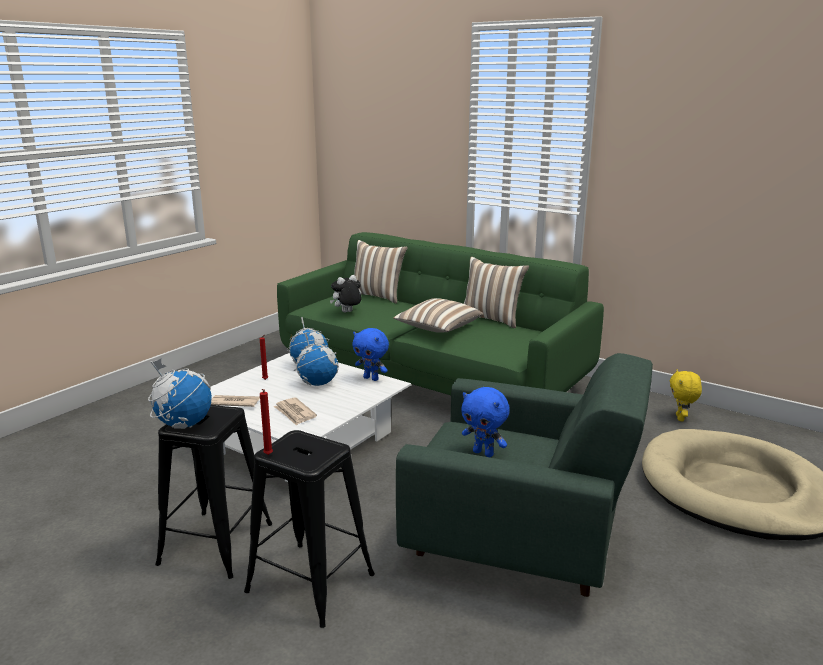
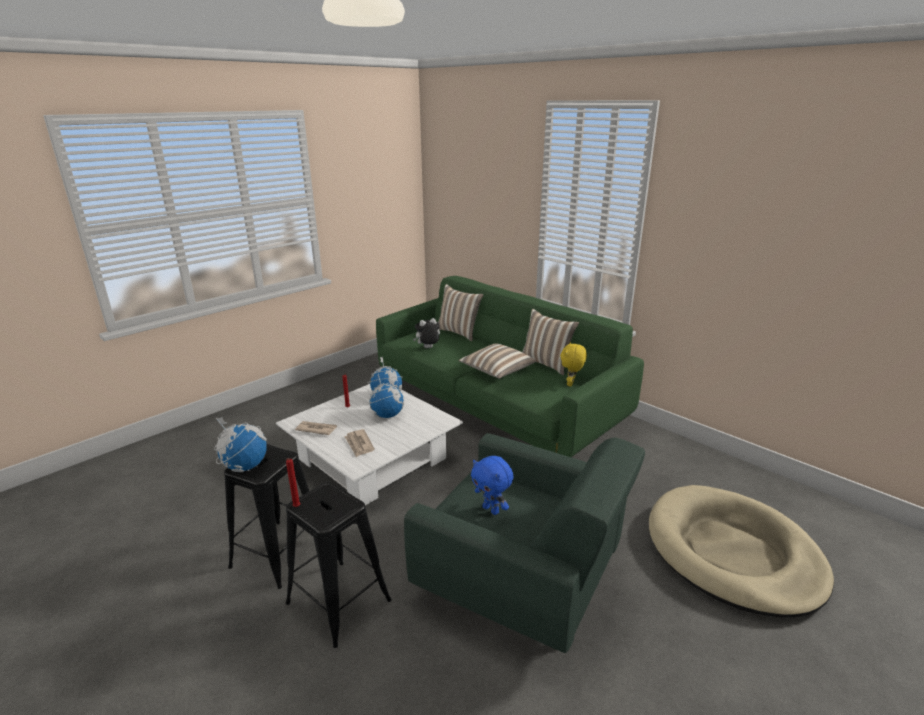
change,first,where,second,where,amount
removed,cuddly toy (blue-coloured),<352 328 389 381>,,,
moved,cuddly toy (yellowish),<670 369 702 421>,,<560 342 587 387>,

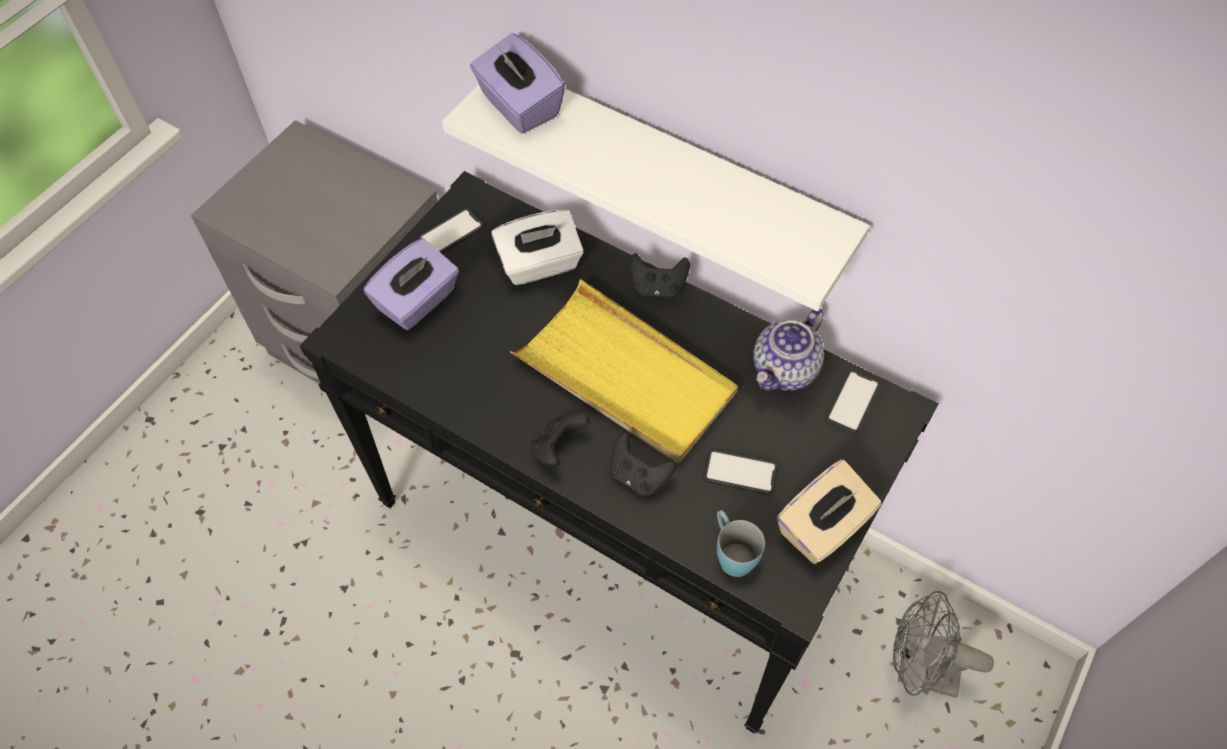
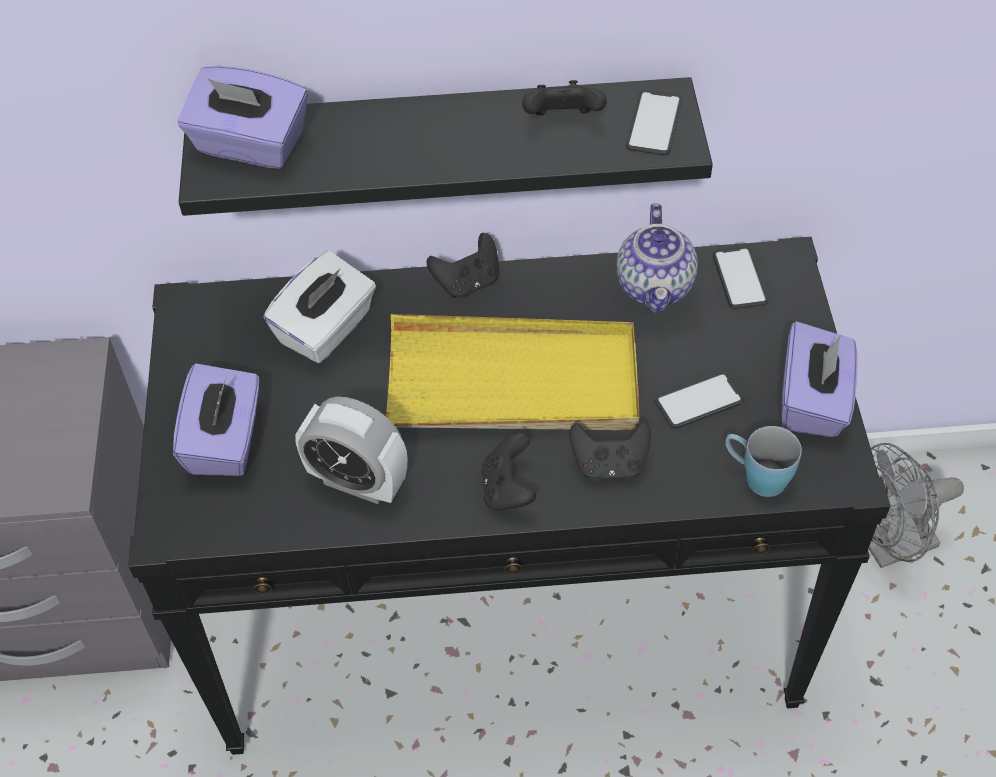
change,first,where,second,where,amount
added,,,table clock,<295 397 407 504>,
added,,,game controller (blackish),<522 80 607 116>,
moved,handset,<419 208 484 253>,,<626 90 683 155>,
recoloured,shelf (white-coloured),<442 84 870 311>,shelf (blackish),<179 77 713 216>,
recoloured,box of tissues (beige-coloured),<777 460 881 564>,box of tissues (purple),<781 321 858 437>,

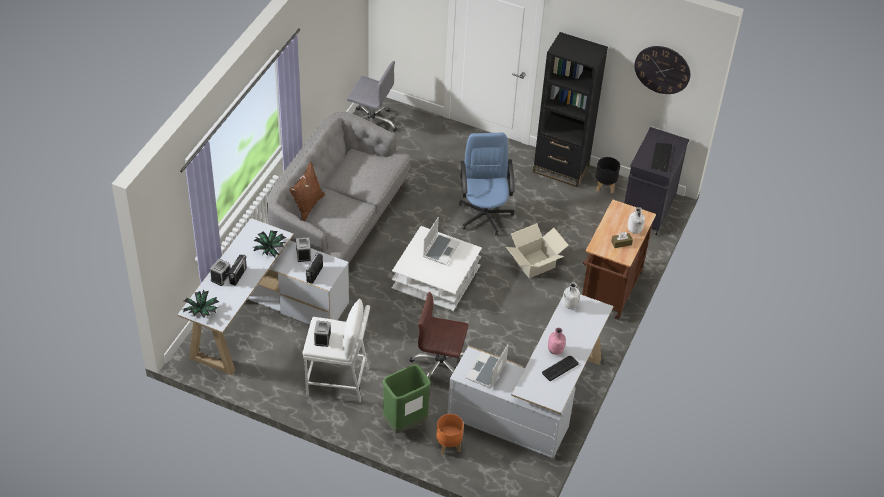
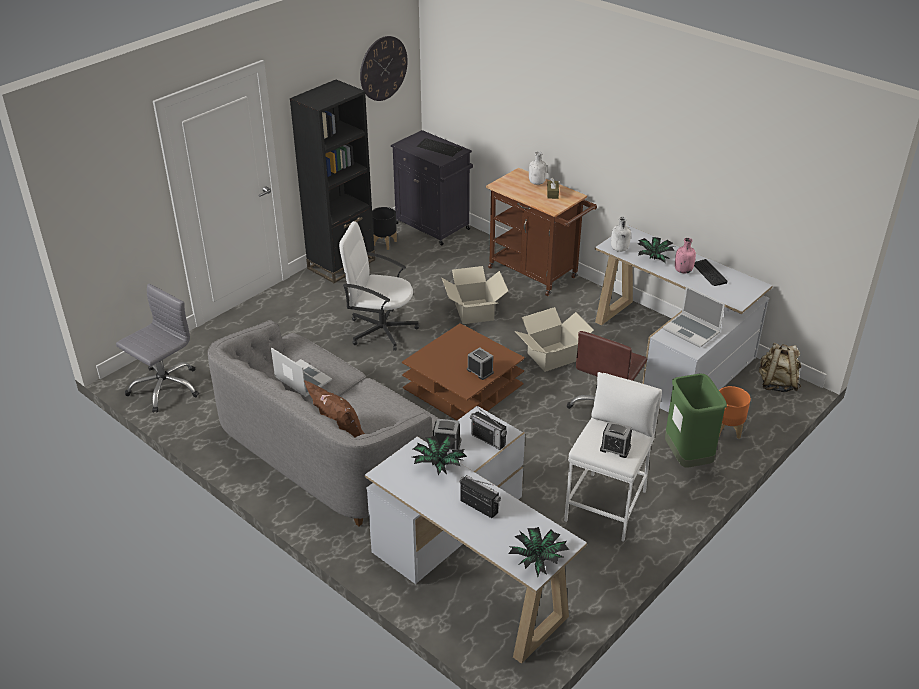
change,first,where,second,where,amount
added,,,packing box,<515 307 594 372>,
added,,,plant in a pot,<637 237 676 263>,
added,,,backpack (beige-coloured),<759 343 801 392>,
moved,table clock,<210 259 231 286>,,<467 347 494 380>,
moved,notebook computer,<423 217 460 265>,,<271 347 332 397>,
recoloured,lounge table (white-coloured),<392 226 482 311>,lounge table (brownish),<402 323 525 420>,
recoloured,desk chair (blue-coloured),<459 133 515 235>,desk chair (white-coloured),<339 221 419 350>,

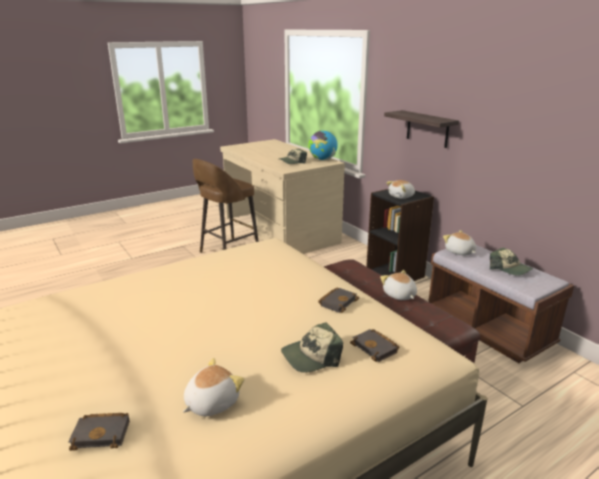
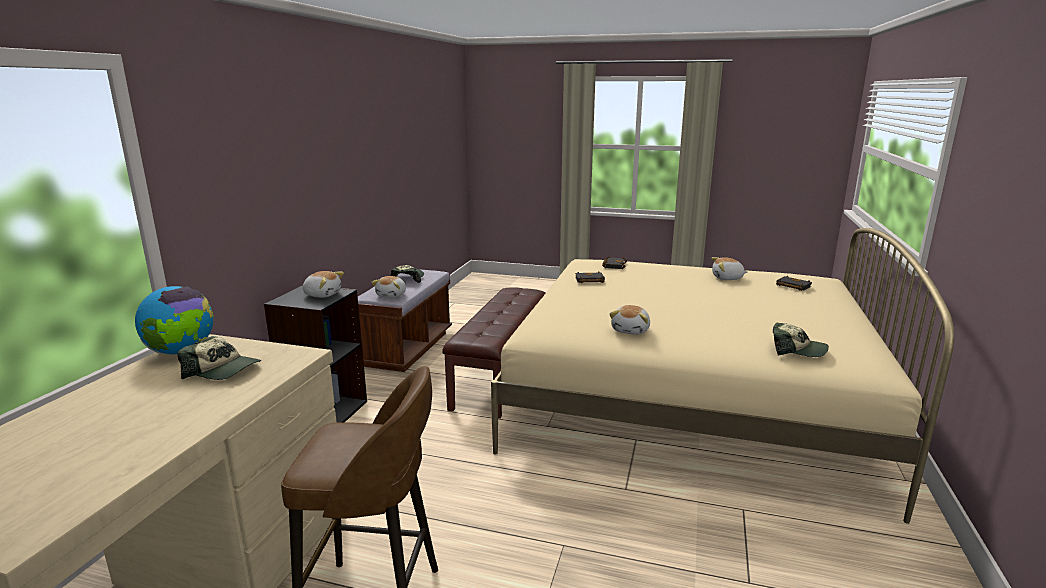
change,first,where,second,where,amount
removed,shelf,<384 110 459 148>,,,
moved,peaked cap,<281 322 343 373>,,<773 322 829 357>,
moved,cuddly toy,<380 270 417 300>,,<609 305 650 335>,

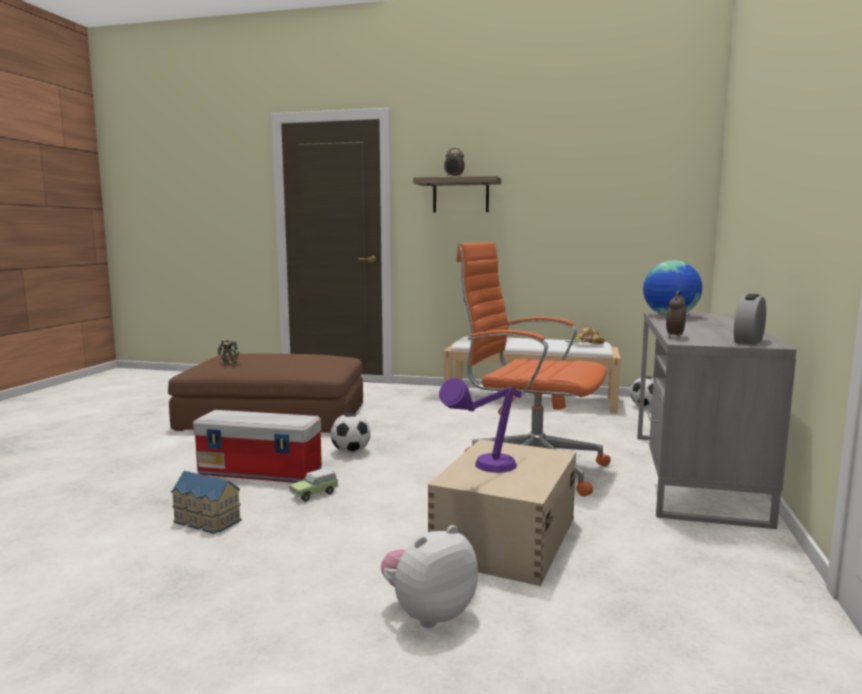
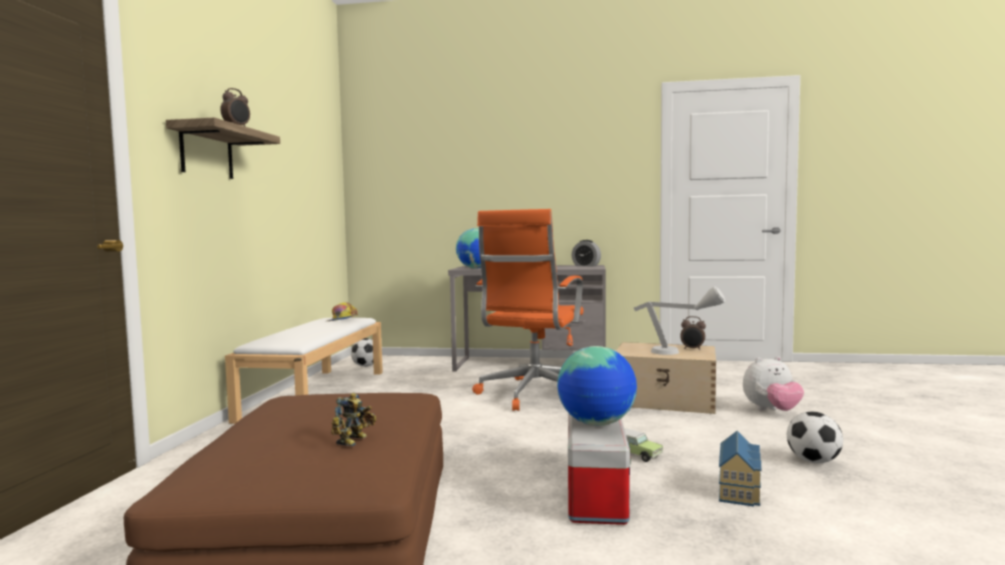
change,first,where,second,where,amount
added,,,world globe,<557 346 637 426>,
moved,ball for football,<330 413 371 453>,,<787 412 843 463>,
moved,table clock,<666 291 686 338>,,<680 316 706 350>,
recoloured,lamp for a table (purple),<439 378 522 473>,lamp for a table (grey),<634 286 725 355>,
turned,cuddly toy,<381 525 478 628>,,<743 356 804 411>,60 degrees counterclockwise

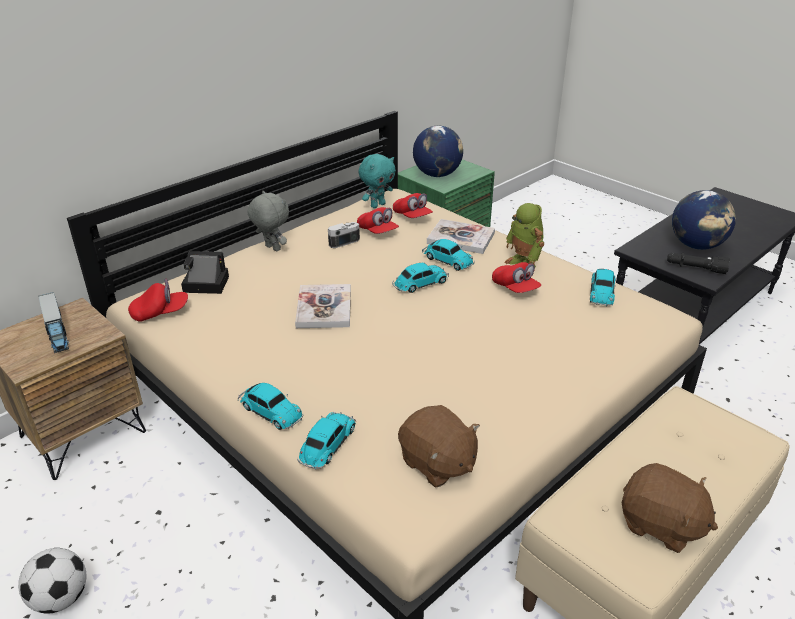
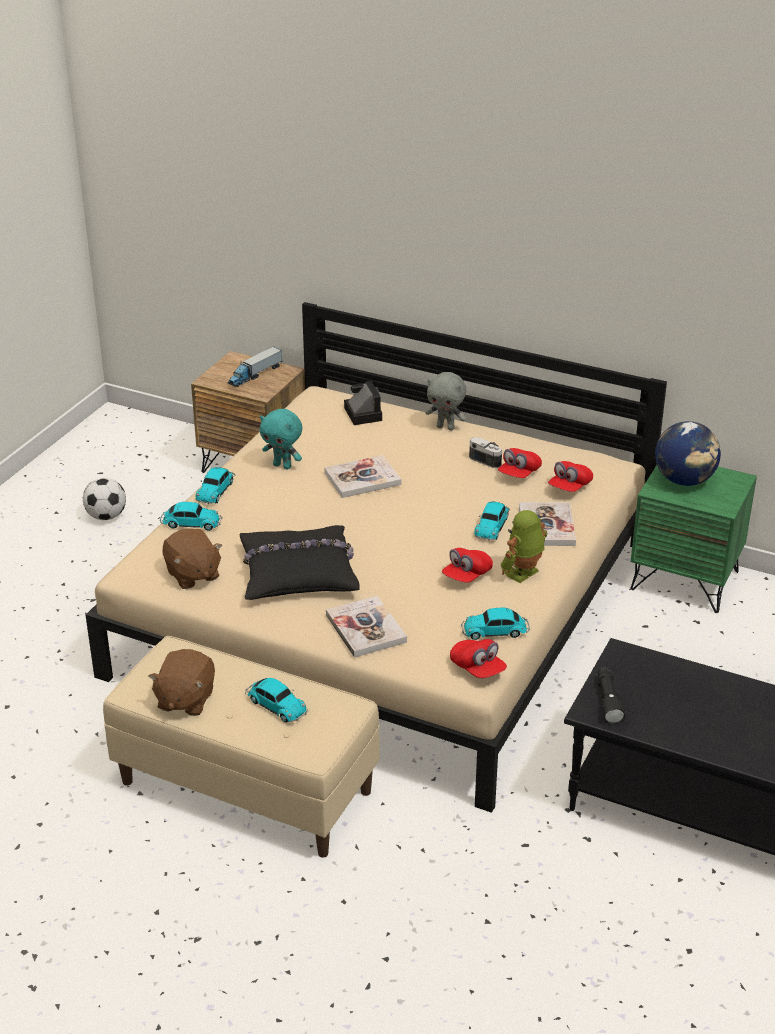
change,first,where,second,where,amount
removed,world globe,<672 190 736 250>,,,
added,,,cushion (blackish),<239 525 360 600>,
added,,,bound book,<326 596 407 658>,
moved,peaked cap (reddish),<128 279 188 322>,,<450 639 507 678>,
moved,cuddly toy (blue-green),<359 154 396 208>,,<260 409 302 470>,
moved,toy car,<392 262 449 293>,,<245 678 308 723>,
turned,cuddly toy (grey),<248 191 289 251>,,<426 372 466 430>,90 degrees clockwise
turned,cuddly toy (brownish),<398 405 480 488>,,<163 528 222 589>,60 degrees counterclockwise

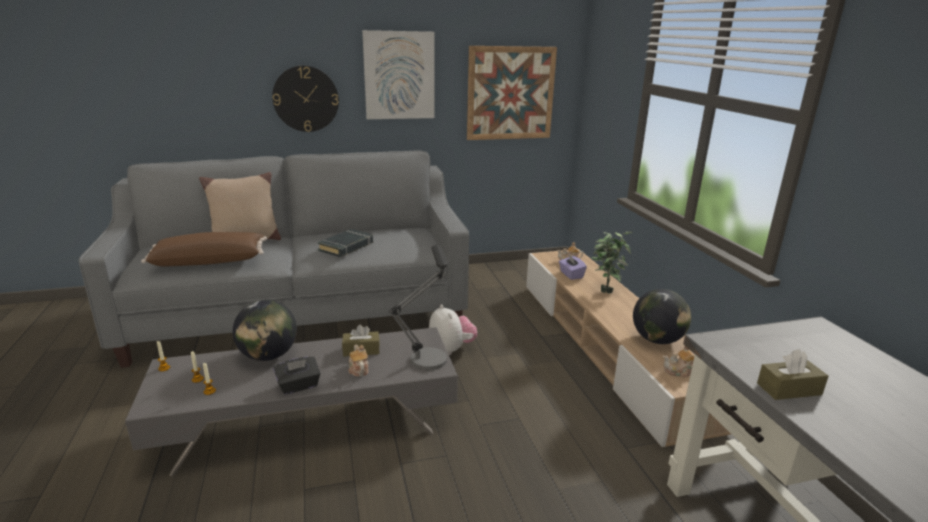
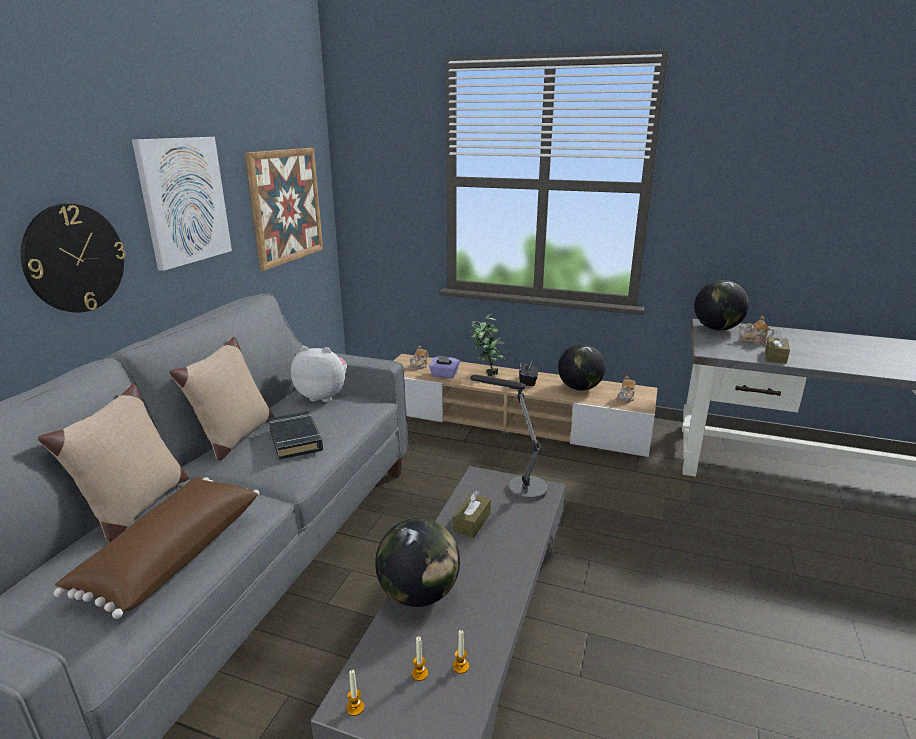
change,first,where,second,where,amount
added,,,cushion (beige-coloured),<169 337 274 461>,
added,,,world globe,<694 280 749 330>,
moved,box of tissues (blackish),<273 357 321 395>,,<519 361 538 386>,
moved,tea pot,<348 345 369 377>,,<738 316 775 344>,
moved,cuddly toy,<429 304 477 355>,,<291 346 347 402>,

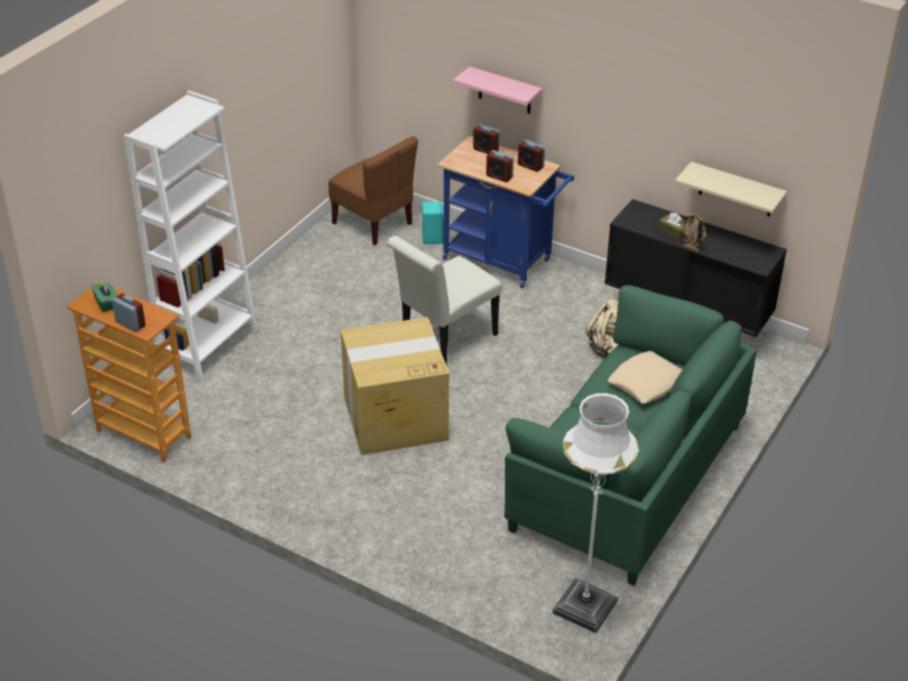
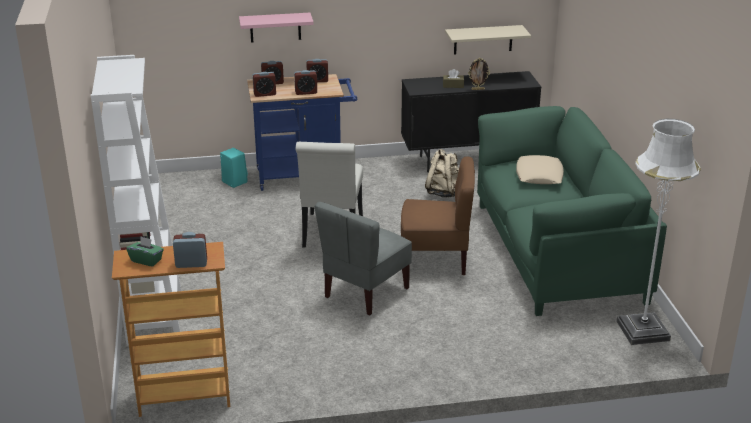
change,first,where,second,where,amount
added,,,table clock,<253 72 276 97>,
moved,upright chair (brownish),<329 136 418 245>,,<401 156 475 275>,
replaced,packing box,<341 317 449 455>,upright chair (grey),<315 202 412 315>,

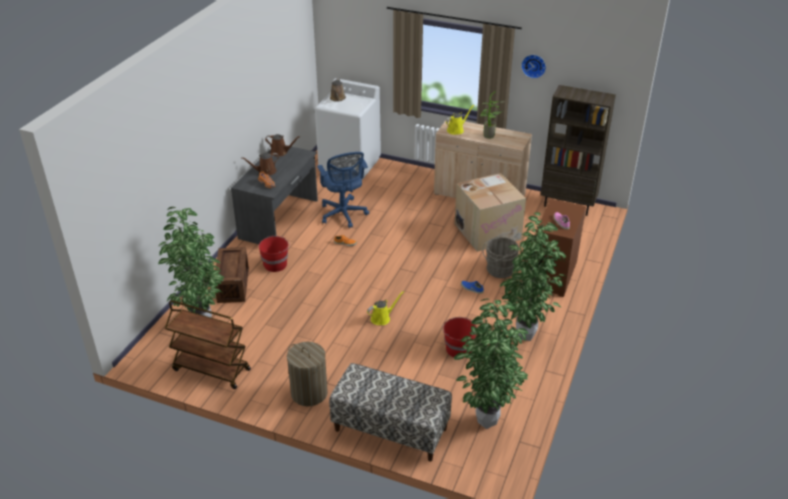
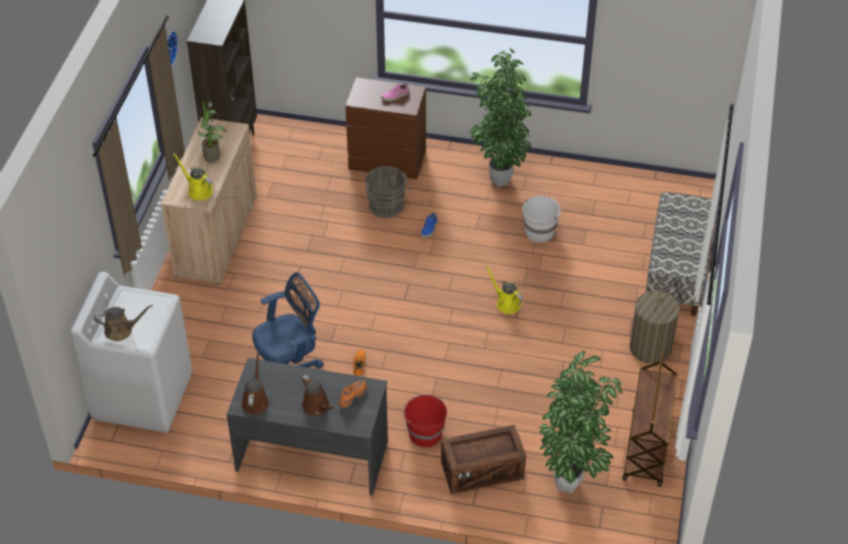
change,first,where,second,where,amount
removed,plant in a pot,<454 298 529 429>,,,
removed,packing box,<455 173 526 252>,,,
recoloured,water bucket (reddish),<442 317 477 358>,water bucket (white-coloured),<521 196 561 242>,

